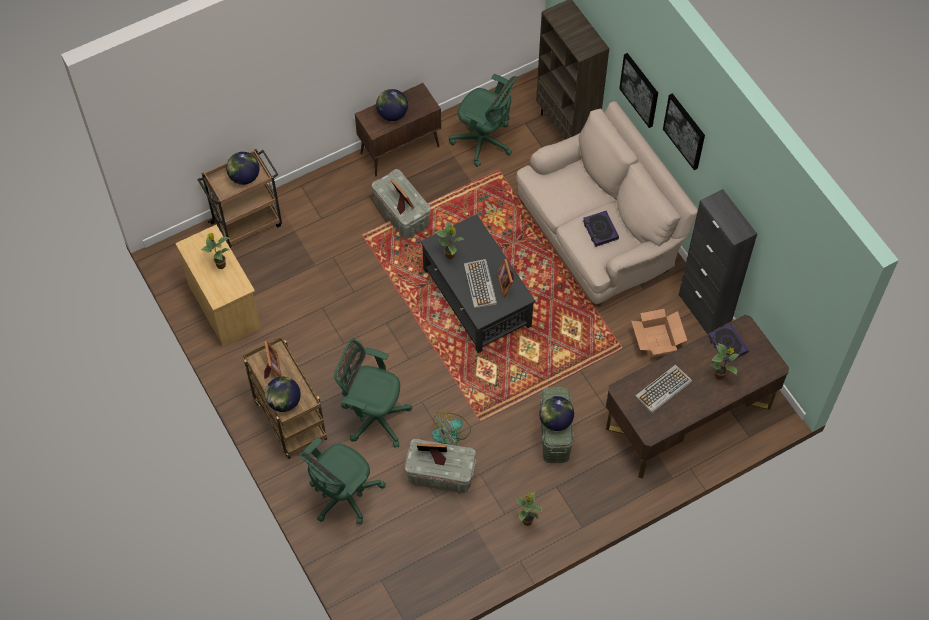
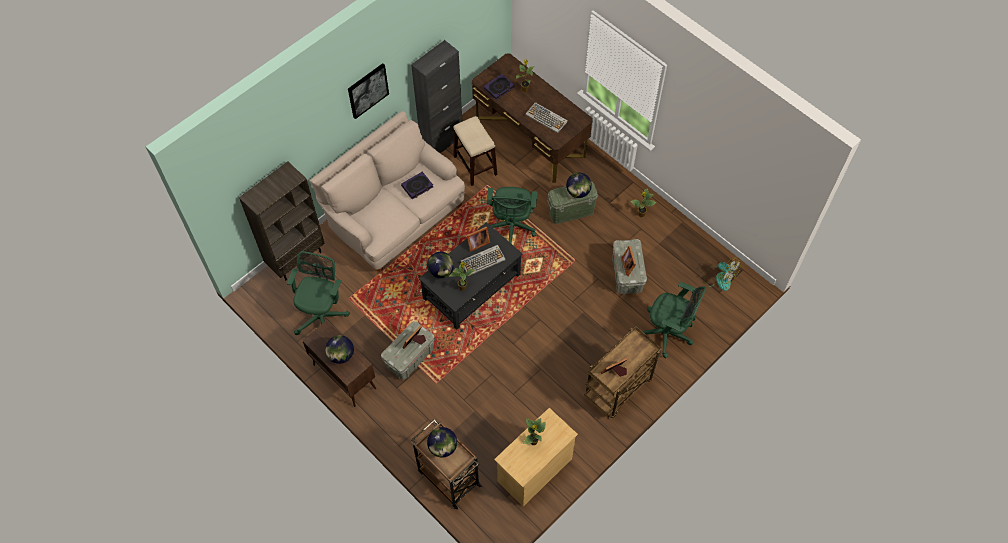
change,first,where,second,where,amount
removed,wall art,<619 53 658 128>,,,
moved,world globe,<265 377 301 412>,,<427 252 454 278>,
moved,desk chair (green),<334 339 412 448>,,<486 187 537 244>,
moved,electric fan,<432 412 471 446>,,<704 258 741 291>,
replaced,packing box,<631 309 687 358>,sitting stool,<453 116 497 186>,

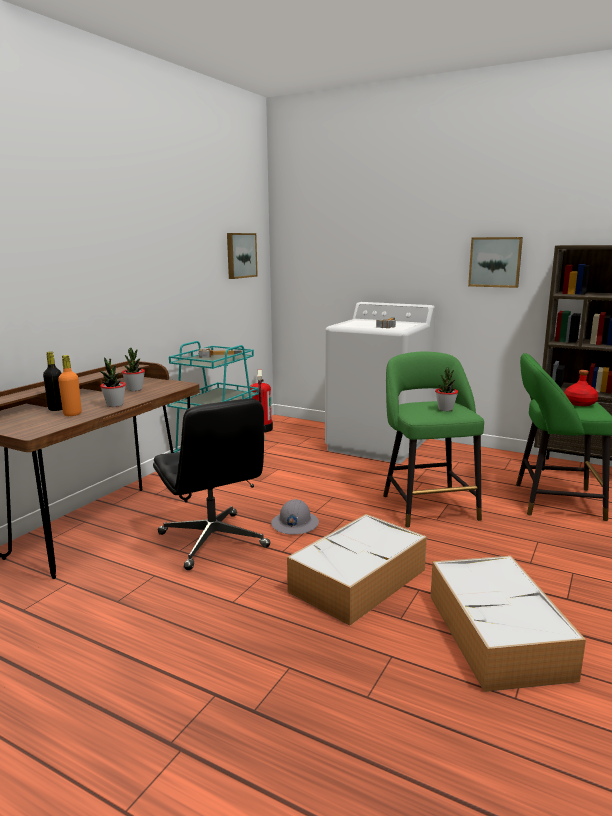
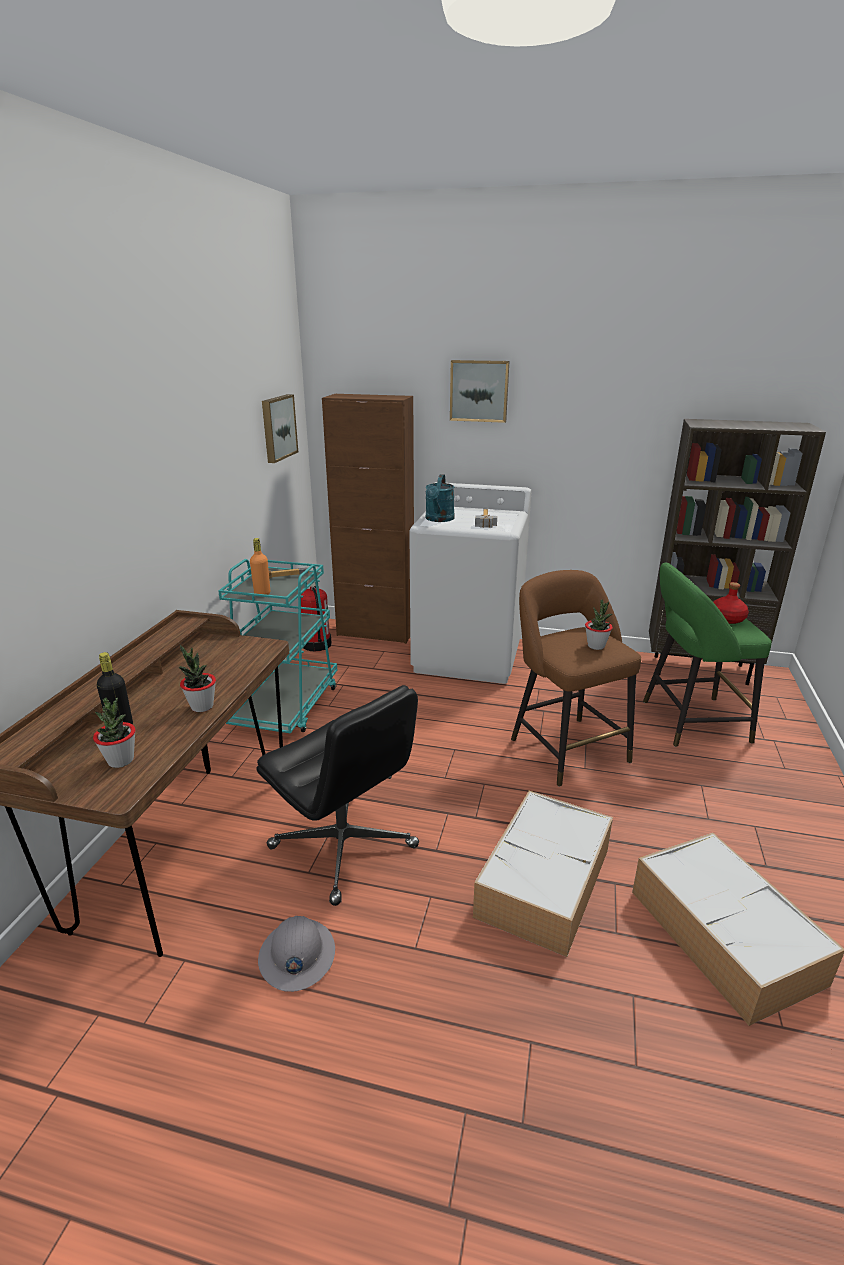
change,first,where,second,where,amount
added,,,cupboard (brownish),<322 394 414 644>,
added,,,watering can (blue-green),<426 474 455 522>,
moved,bottle (orange-coloured),<58 355 82 416>,,<250 538 270 595>,
moved,plant in a pot,<122 348 145 391>,,<93 697 136 768>,
moved,safety helmet (grey),<271 499 319 535>,,<258 916 335 992>,
moved,wall art,<468 237 523 288>,,<450 360 509 423>,
recoloured,sitting stool (green),<383 352 484 528>,sitting stool (brownish),<511 570 641 787>,

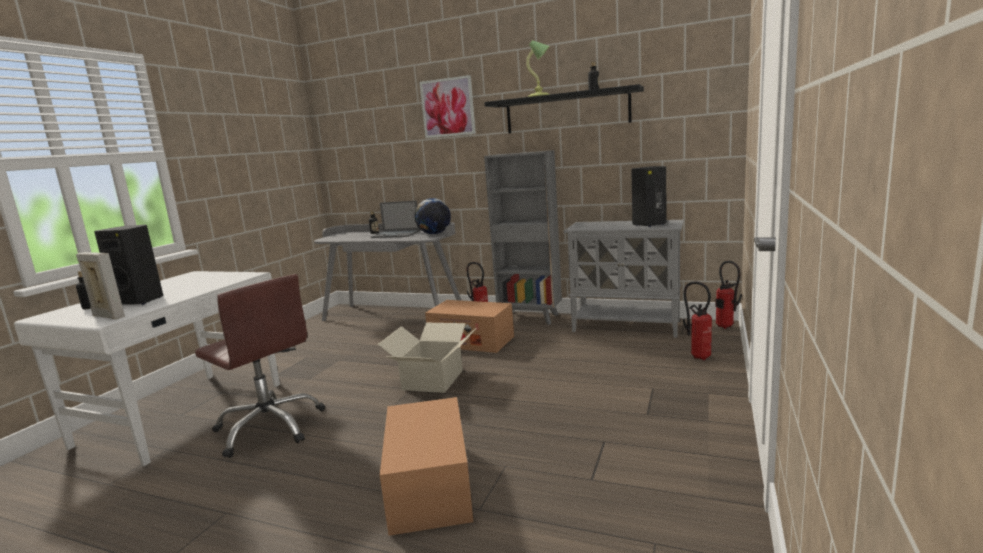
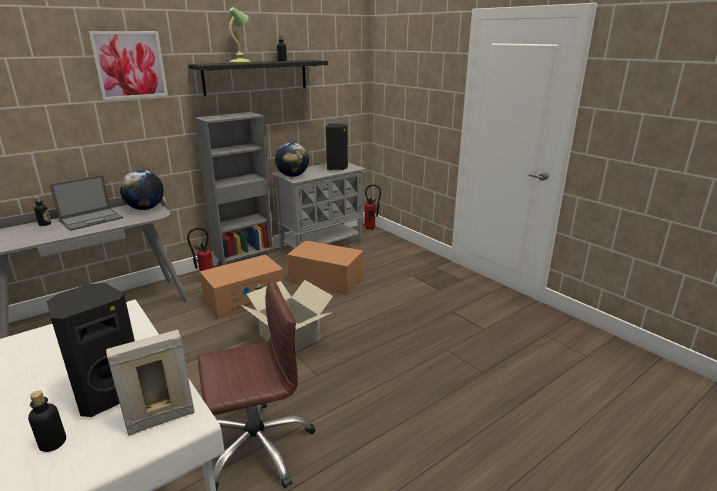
change,first,where,second,where,amount
removed,fire extinguisher,<683 281 712 360>,,,
added,,,world globe,<275 142 309 177>,
moved,packing box,<380 397 473 536>,,<287 240 363 295>,

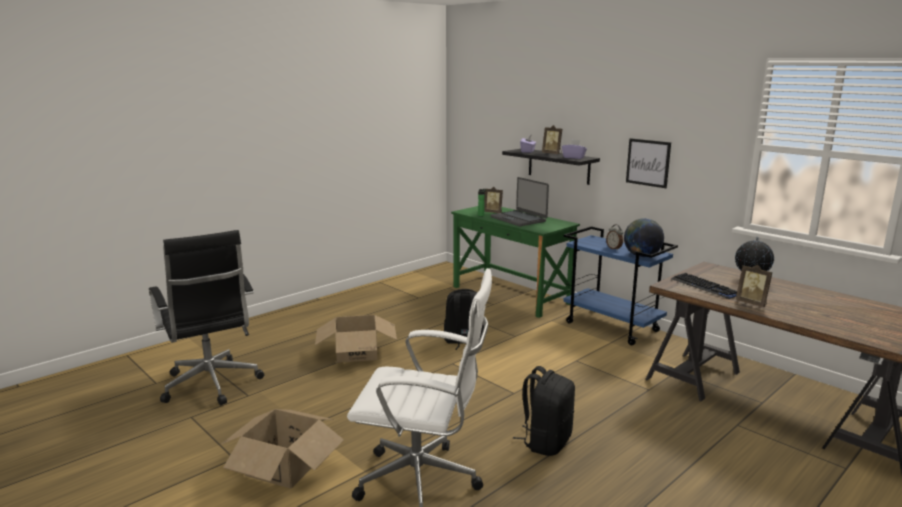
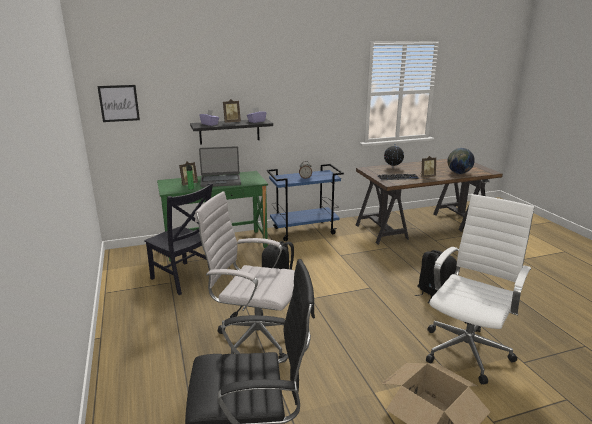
change,first,where,second,where,amount
added,,,upright chair (blackish),<144 183 213 295>,
moved,world globe,<624 218 664 257>,,<447 148 475 174>,
moved,wall art,<626 138 671 188>,,<97 85 140 122>,
replaced,packing box,<315 315 397 363>,desk chair (white-coloured),<195 191 295 363>,

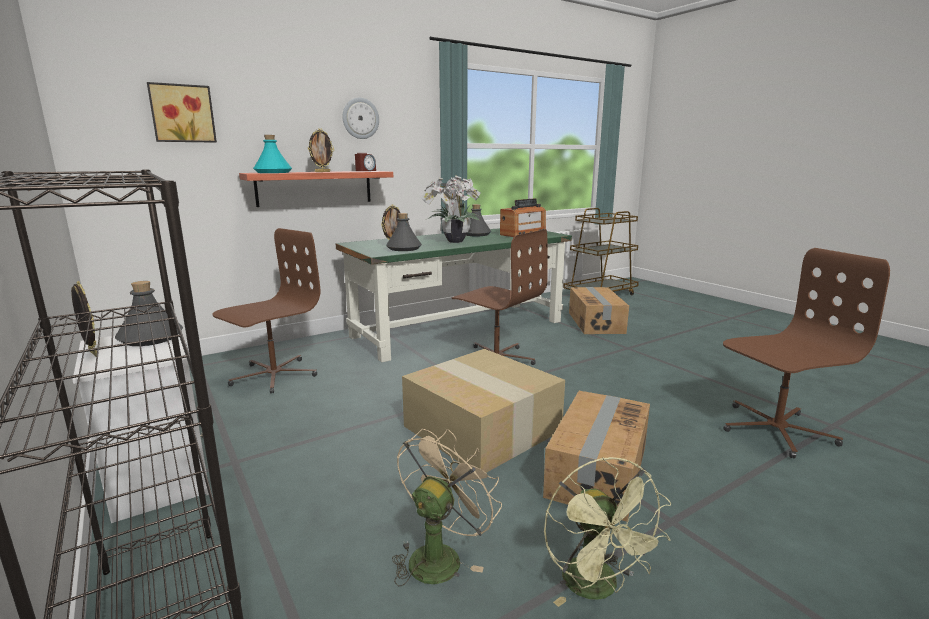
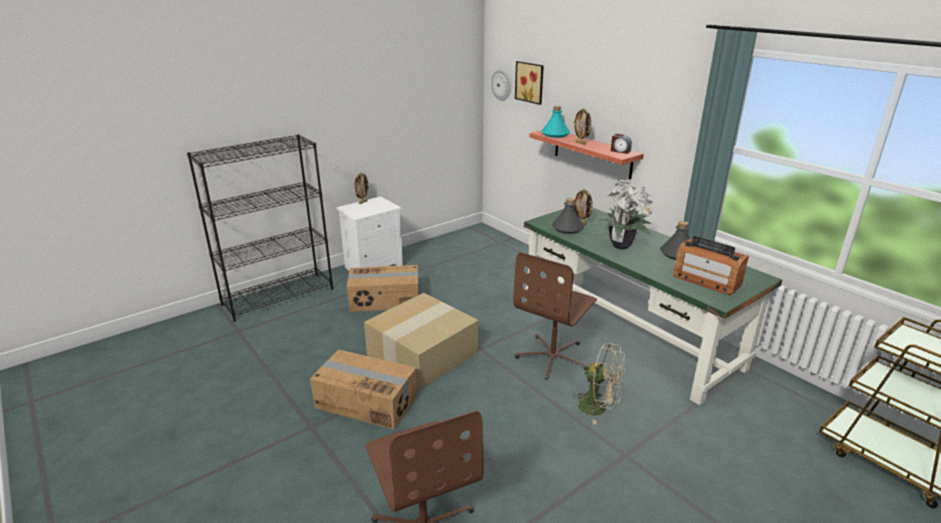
change,first,where,second,where,amount
removed,bottle (grey),<115 281 183 346>,,,
removed,desk chair (brownish),<212 228 320 393>,,,
removed,electric fan (green),<544 457 671 607>,,,
moved,wall clock,<342 98 379 139>,,<491 70 511 101>,
moved,electric fan (beige-coloured),<392 429 502 586>,,<573 343 626 425>,
moved,packing box,<569 287 629 334>,,<347 265 419 312>,

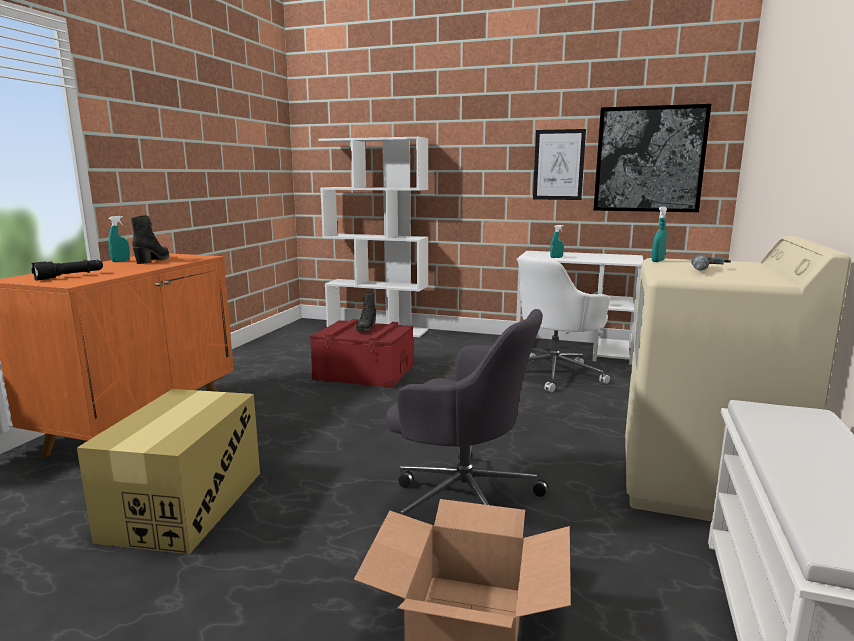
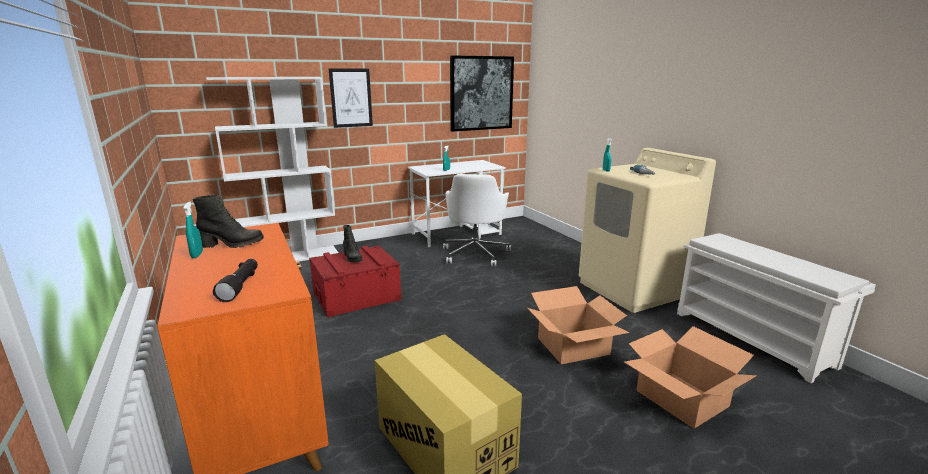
change,first,where,second,where,amount
moved,wall art,<533 129 586 200>,,<329 69 373 128>,
replaced,desk chair (grey),<386 309 548 519>,packing box,<527 286 630 364>,
turned,boot (blackish),<131 215 169 264>,,<193 195 264 248>,120 degrees clockwise

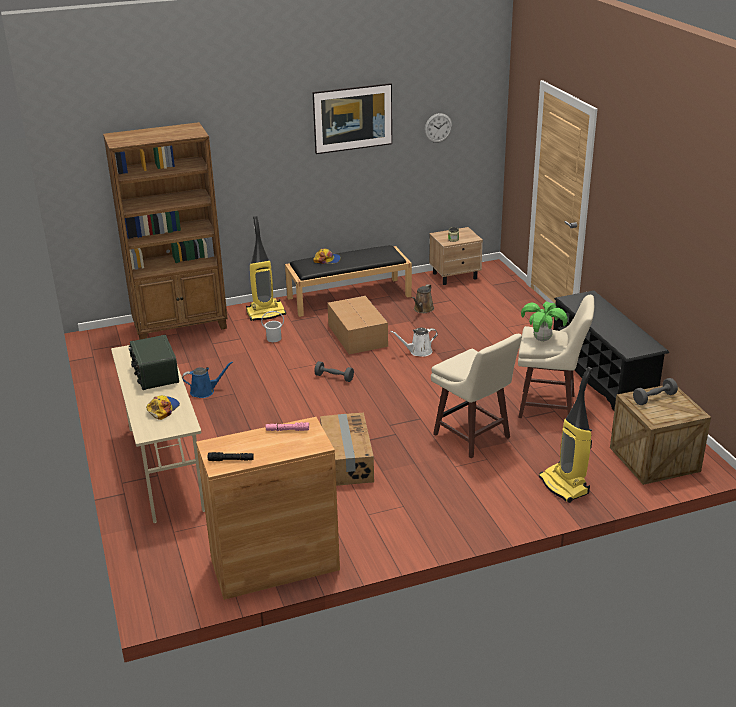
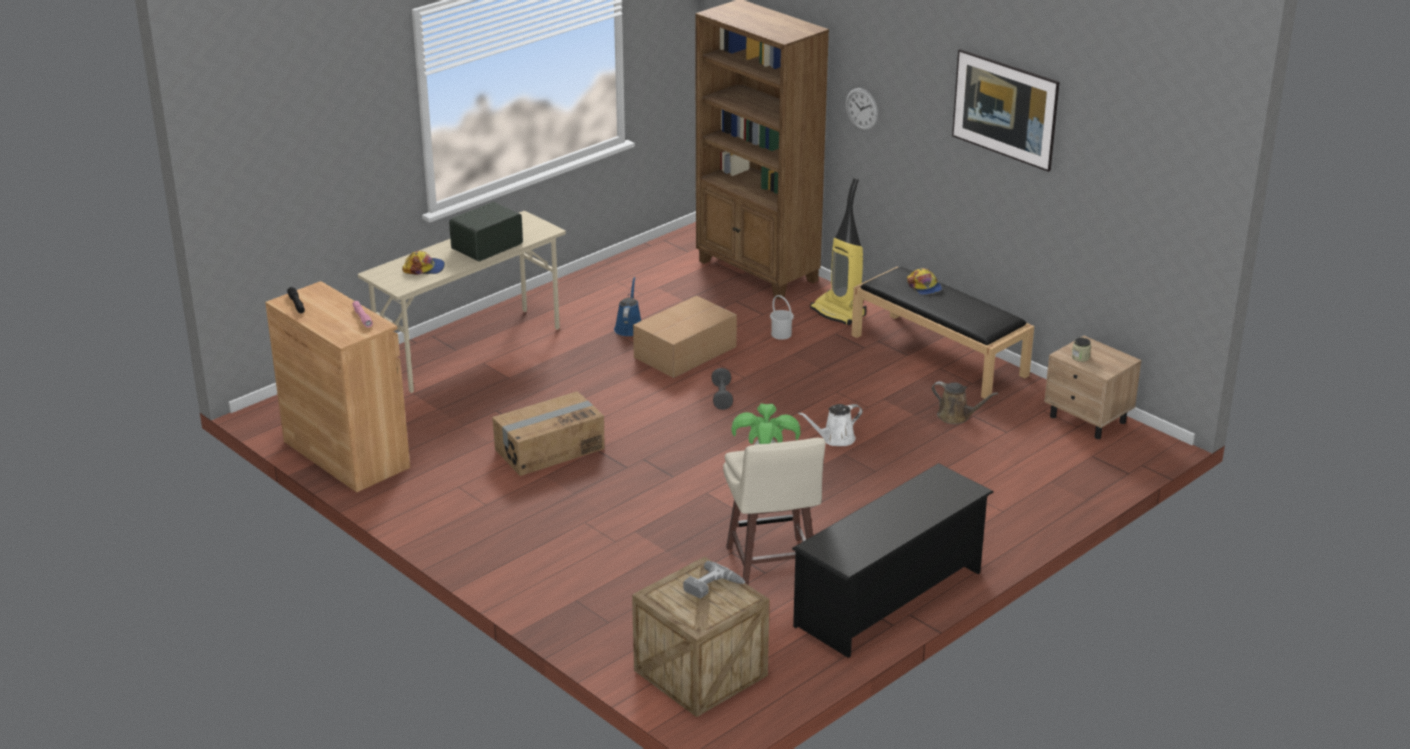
change,first,where,second,where,amount
removed,sitting stool (beige-coloured),<431 334 522 458>,,,
removed,vacuum,<539 367 593 503>,,,
moved,packing box,<327 296 388 354>,,<633 296 737 378>,
moved,wall clock,<425 113 452 143>,,<846 88 878 130>,
replaced,free weight (grey),<633 378 678 405>,electric drill,<683 561 745 598>,
turned,watering can (blue-coloured),<182 361 233 398>,,<614 277 641 336>,135 degrees counterclockwise
turned,watering can (white-coloured),<390 328 438 357>,,<798 404 863 446>,75 degrees counterclockwise
turned,watering can (brownish),<412 284 434 313>,,<932 381 998 424>,150 degrees counterclockwise

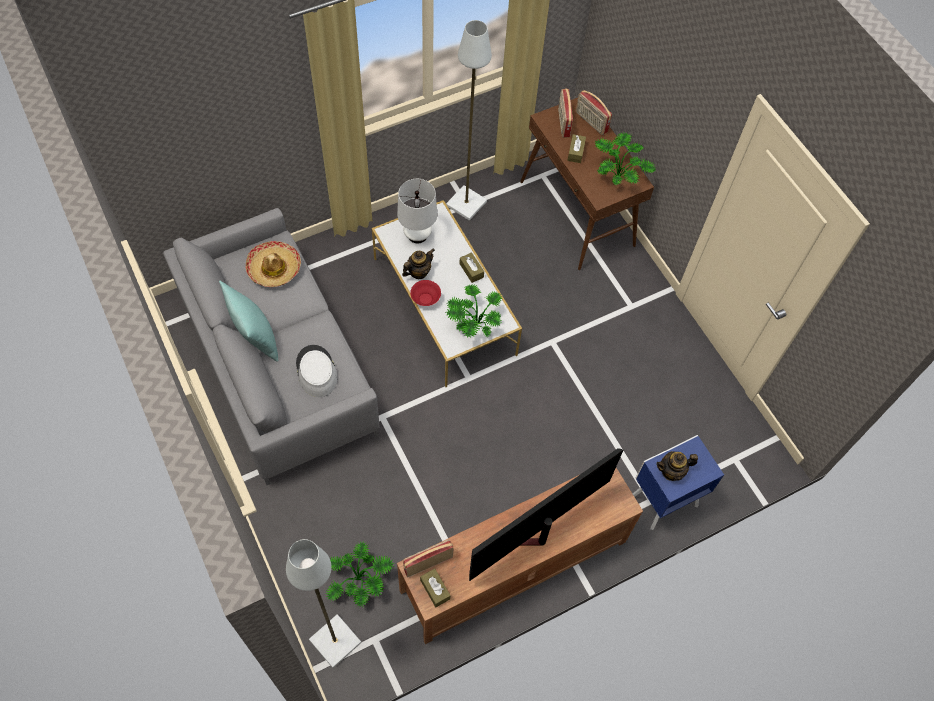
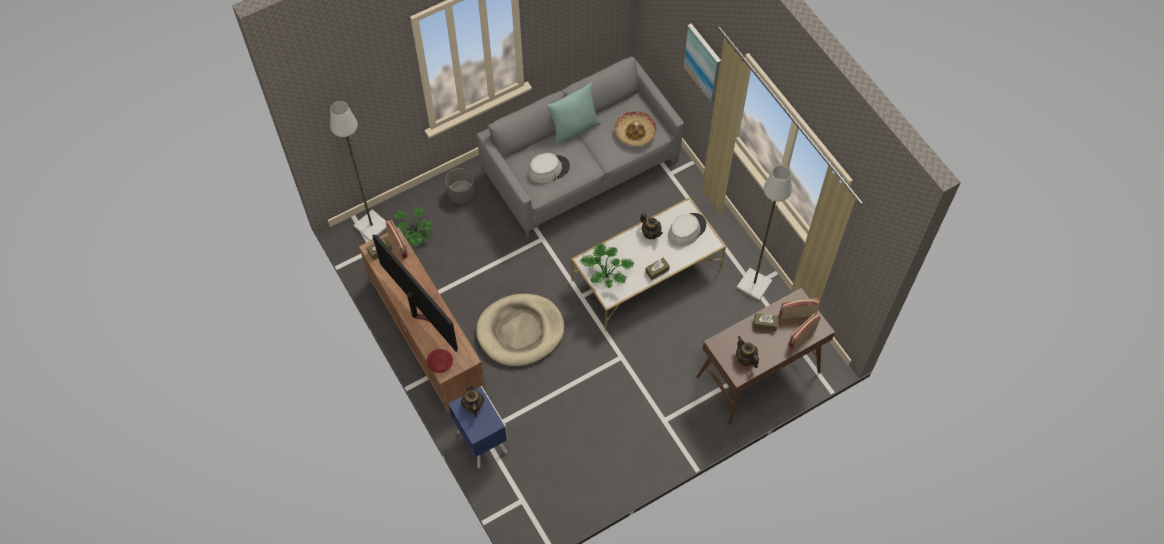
change,first,where,second,where,amount
added,,,planter (grey),<446 168 475 203>,
added,,,pet bed (beige-coloured),<476 294 565 366>,
added,,,wall art,<683 23 721 103>,
moved,serving bowl (reddish),<410 280 441 306>,,<426 349 453 373>,
replaced,lamp for a table (white-coloured),<397 179 437 243>,wearable hat (grey),<668 213 706 246>,
replaced,plant in a pot,<595 132 656 186>,tea pot,<736 336 759 368>,

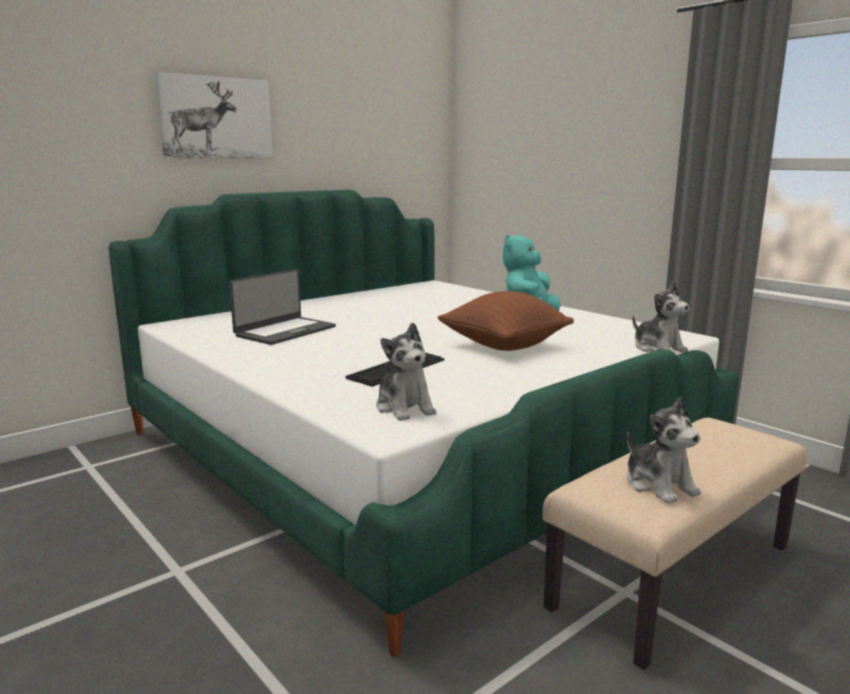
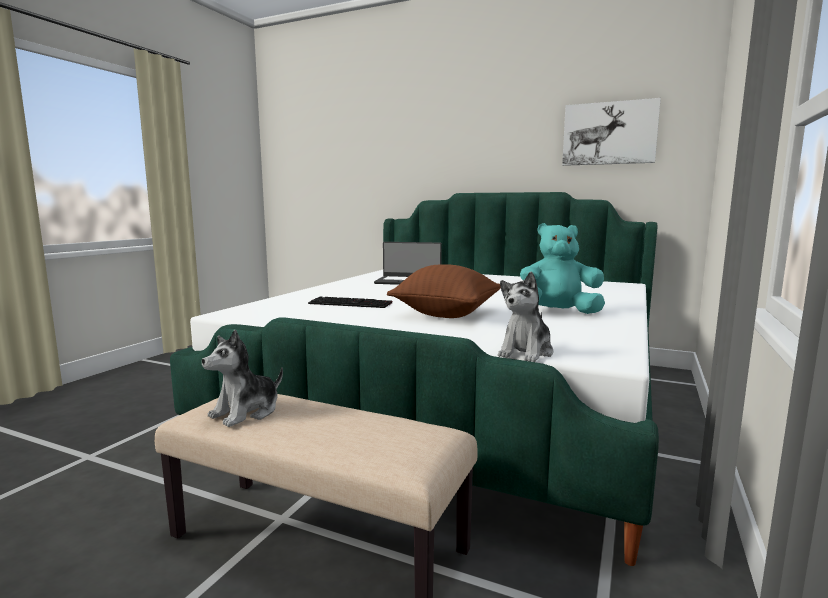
change,first,where,second,where,amount
removed,cuddly toy,<376 323 437 421>,,,
moved,wall art,<155 72 273 158>,,<562 98 661 166>,

